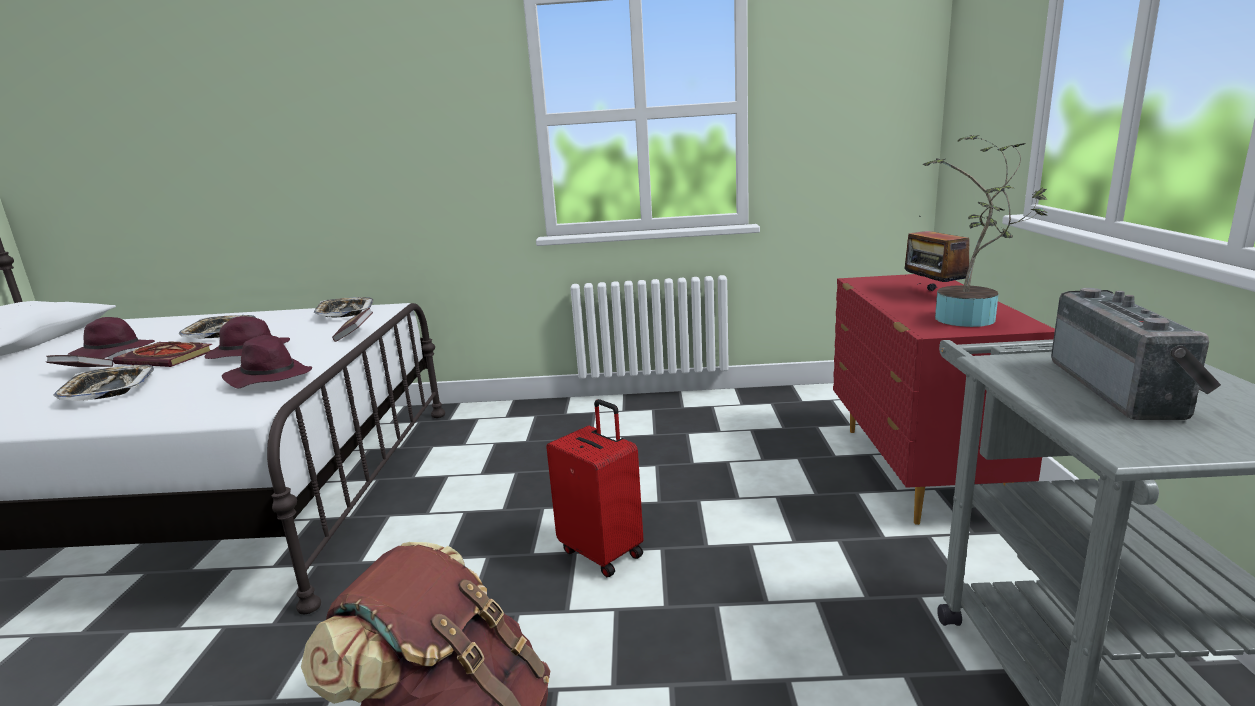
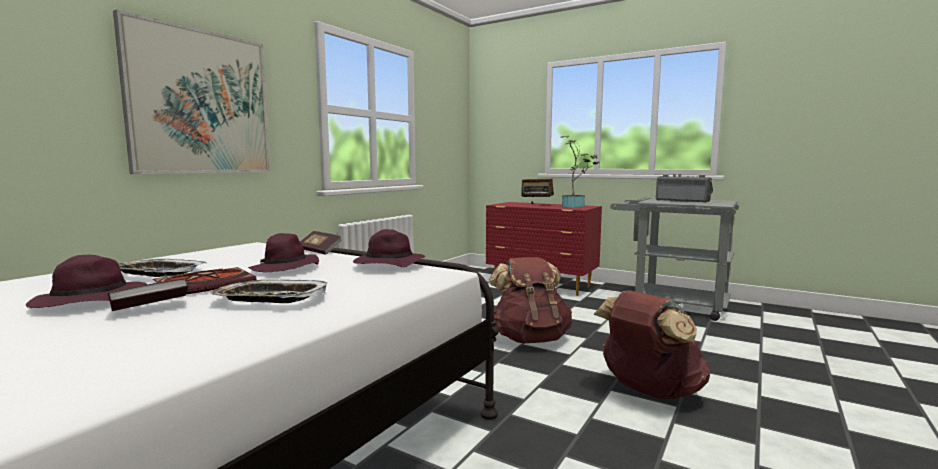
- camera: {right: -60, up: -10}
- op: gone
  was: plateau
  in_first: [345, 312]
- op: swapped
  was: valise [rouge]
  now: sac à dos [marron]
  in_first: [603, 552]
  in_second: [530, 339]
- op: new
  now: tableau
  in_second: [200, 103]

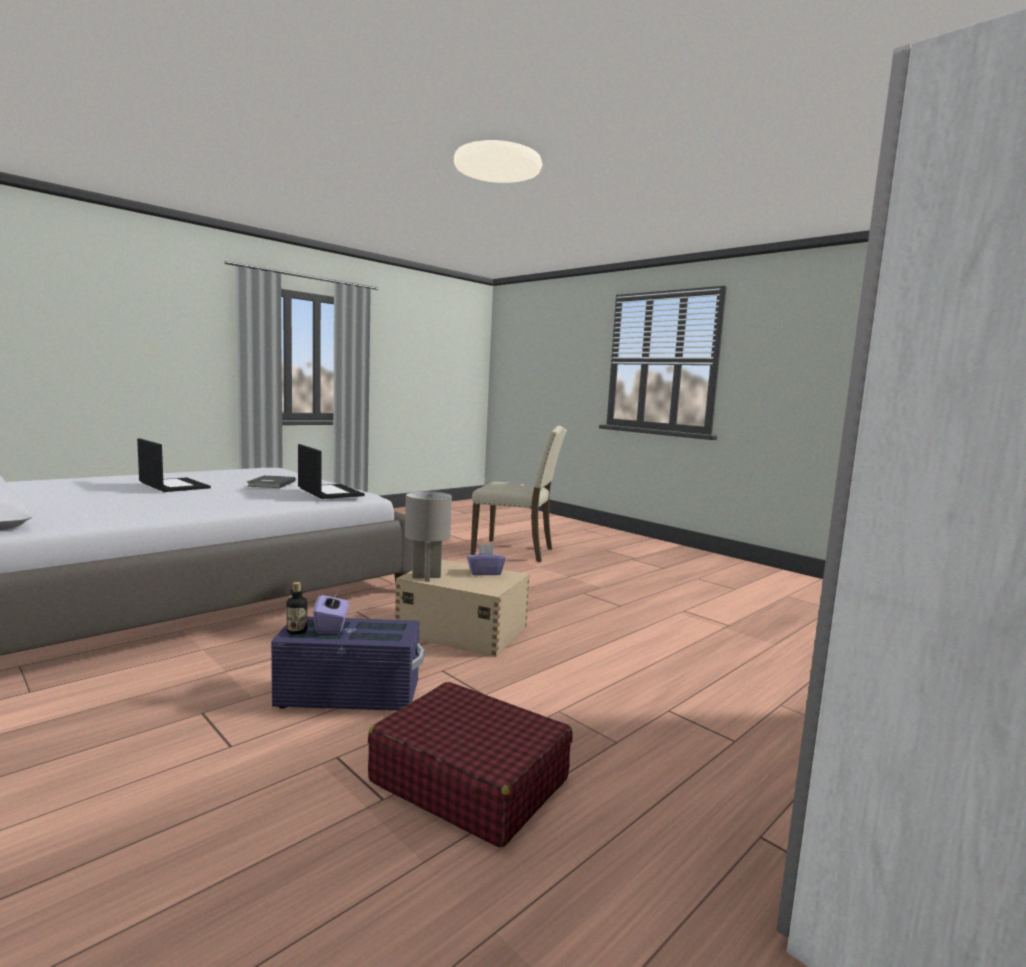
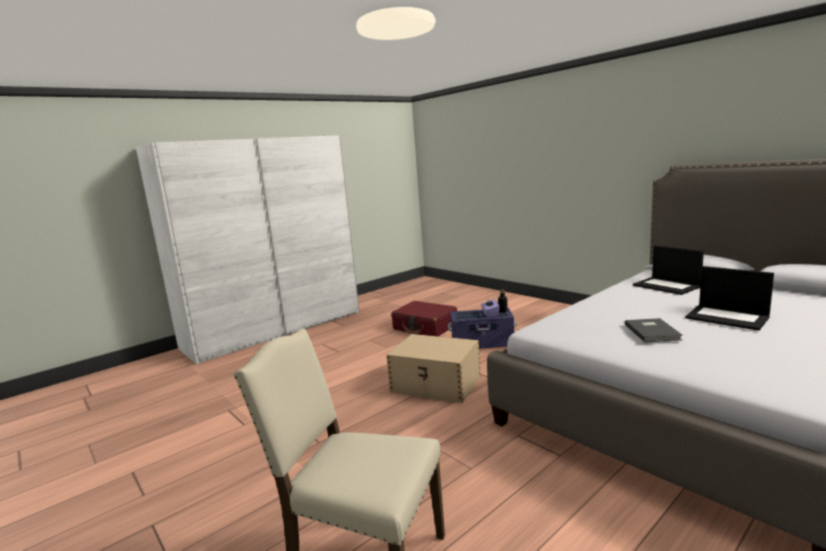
- camera: {right: -175, up: 5}
- op: shifted
  was: ordinateur portable
  in_first: [329, 492]
  in_second: [667, 286]
- op: gone
  was: lampe de table [gris]
  in_first: [426, 577]
- op: gone
  was: boîte à mouchoirs [violet]
  in_first: [485, 572]

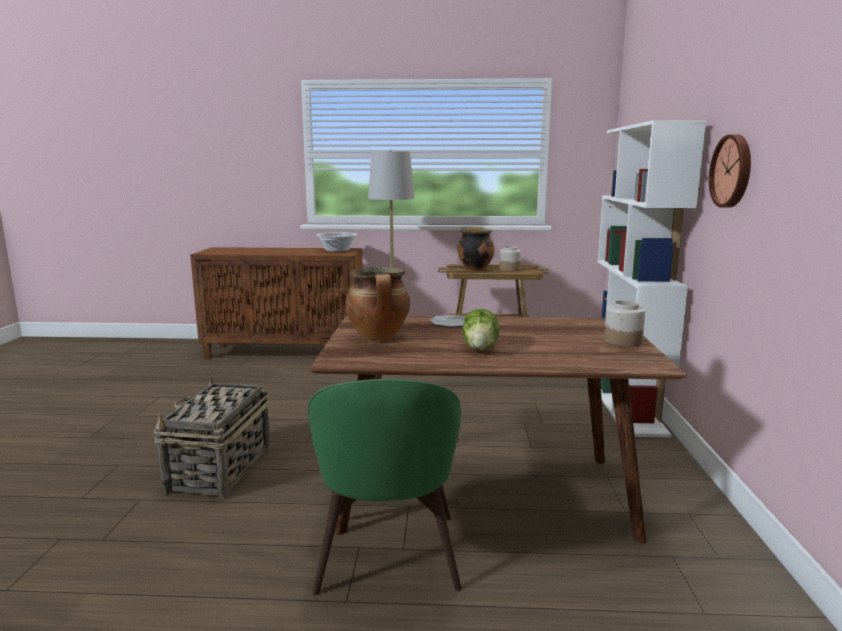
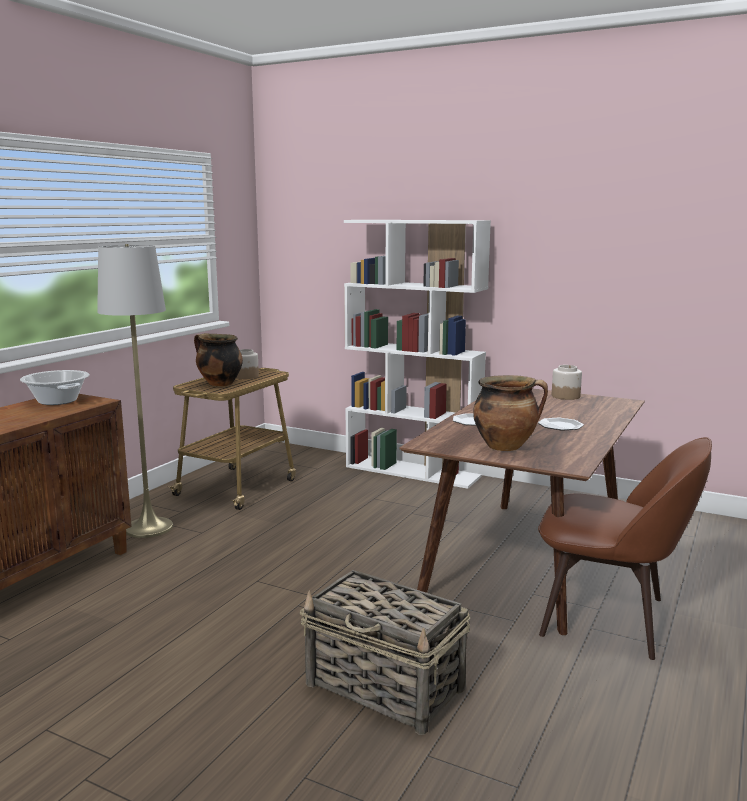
- camera: {right: -65, up: 0}
- op: gone
  was: horloge murale
  in_first: [733, 171]
- op: swapped
  was: laitue
  now: assiette
  in_first: [481, 348]
  in_second: [560, 426]
- op: repainted
  was: chaise [vert]
  now: chaise [marron]
  in_first: [387, 557]
  in_second: [610, 618]

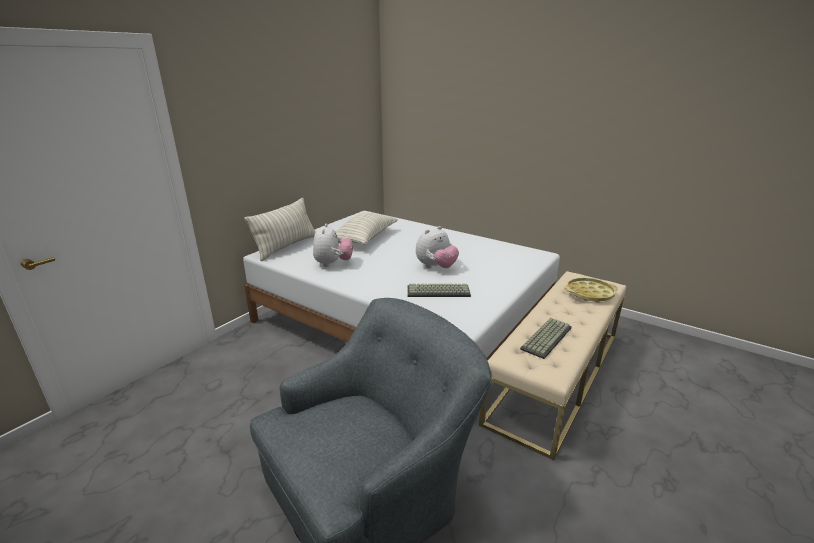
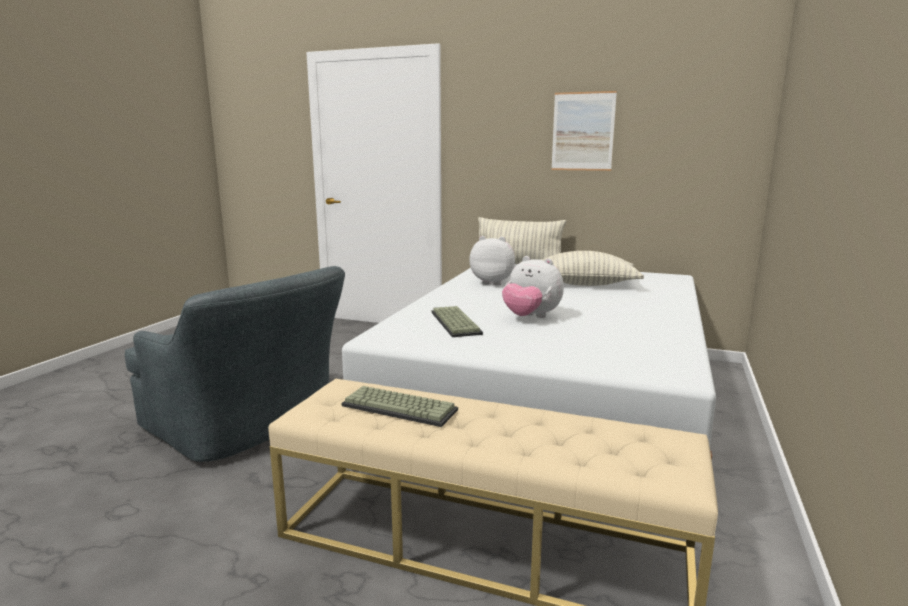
- camera: {right: 75, up: -10}
- op: rotated
  was: peluche
  in_first: [333, 264]
  in_second: [493, 282]
  clockwise: -150
- op: gone
  was: plateau [jaune]
  in_first: [590, 293]
- op: new
  now: tableau
  in_second: [583, 131]

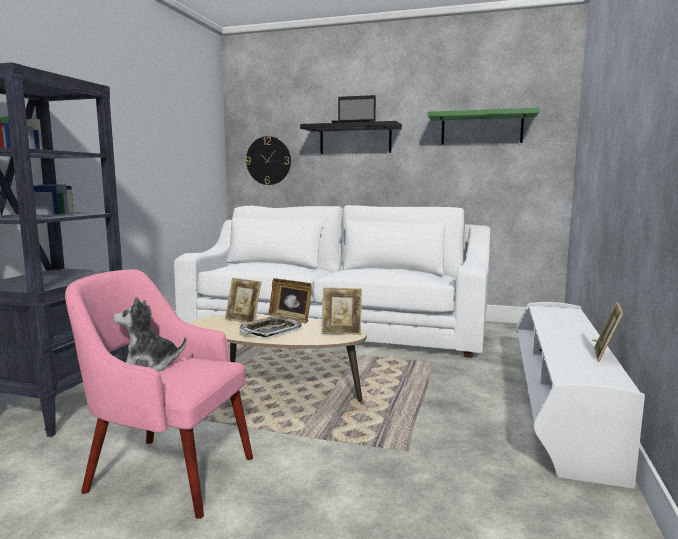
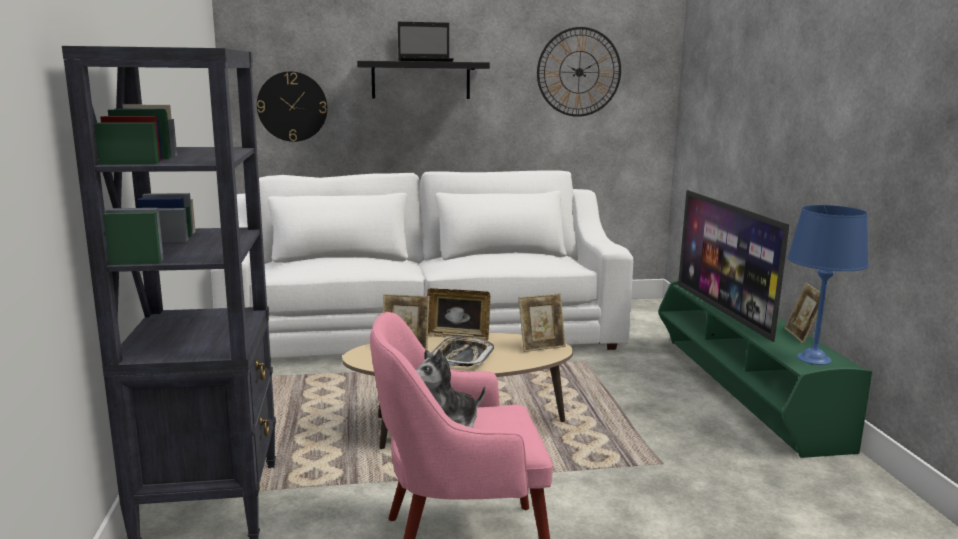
- camera: {right: -25, up: 5}
- op: swapped
  was: étagère [vert]
  now: horloge murale
  in_first: [481, 128]
  in_second: [579, 72]
- op: repainted
  was: meuble télé [blanc]
  now: meuble télé [vert]
  in_first: [558, 406]
  in_second: [741, 390]
- op: new
  now: téléviseur
  in_second: [724, 311]
- op: new
  now: lampe de table [bleu]
  in_second: [813, 359]

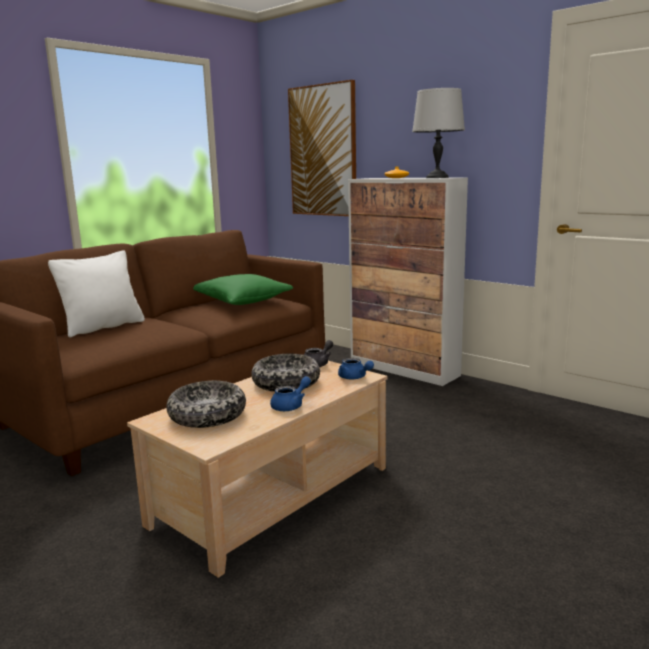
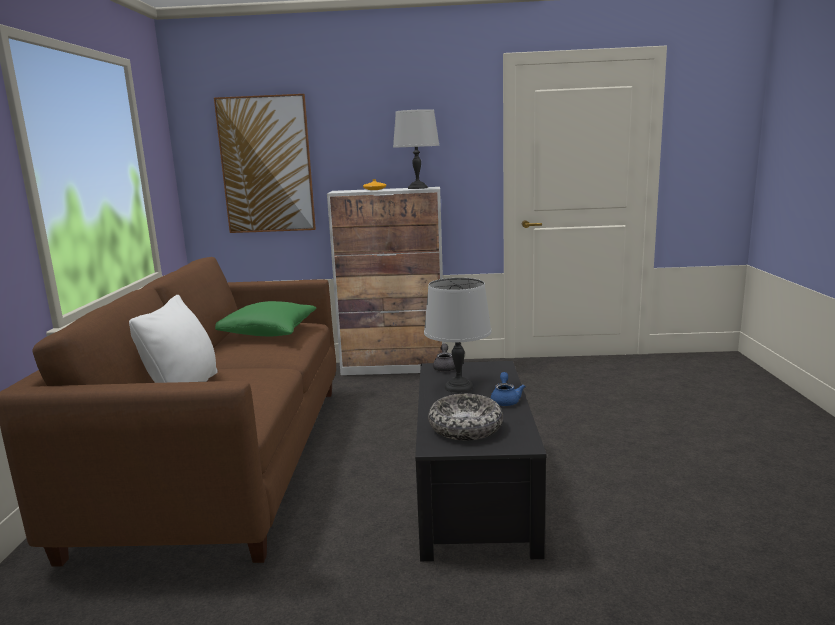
- camera: {right: -40, up: 0}
- op: swapped
  was: bol
  now: lampe de table [gris]
  in_first: [286, 383]
  in_second: [459, 387]
- op: gone
  was: théière [bleu]
  in_first: [354, 378]
- op: repainted
  was: table basse [beige]
  now: table basse [noir]
  in_first: [272, 494]
  in_second: [472, 491]

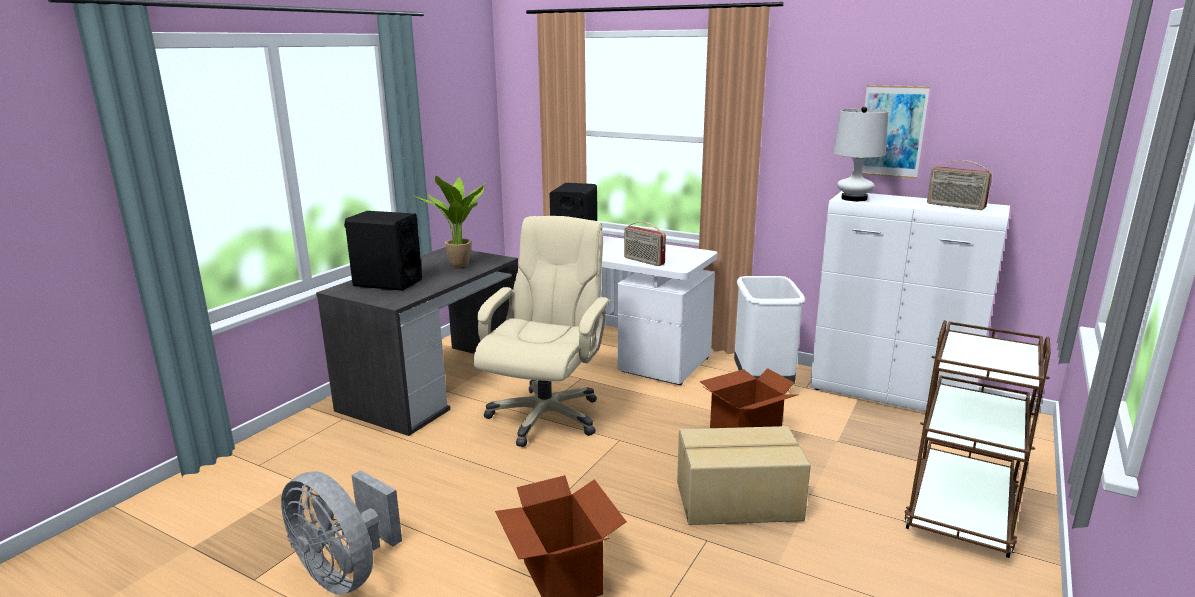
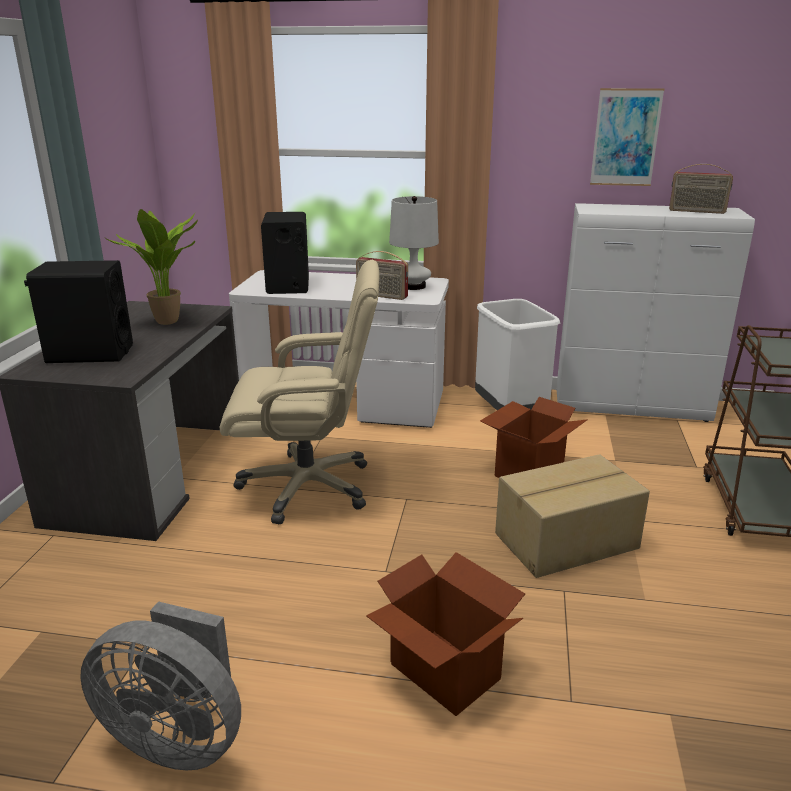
- camera: {right: -20, up: 5}
- op: shifted
  was: lampe de table [blanc]
  in_first: [854, 198]
  in_second: [413, 286]
- op: rotated
  was: chaise de bureau [beige]
  in_first: [545, 416]
  in_second: [308, 486]
  clockwise: 90

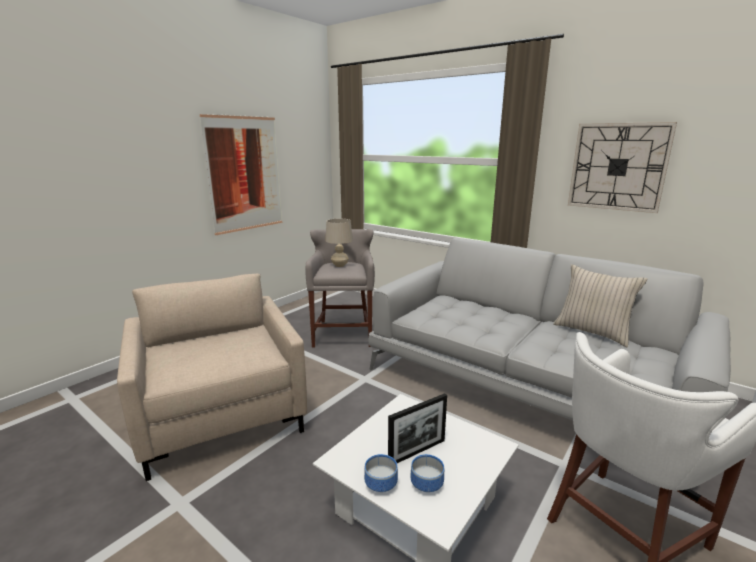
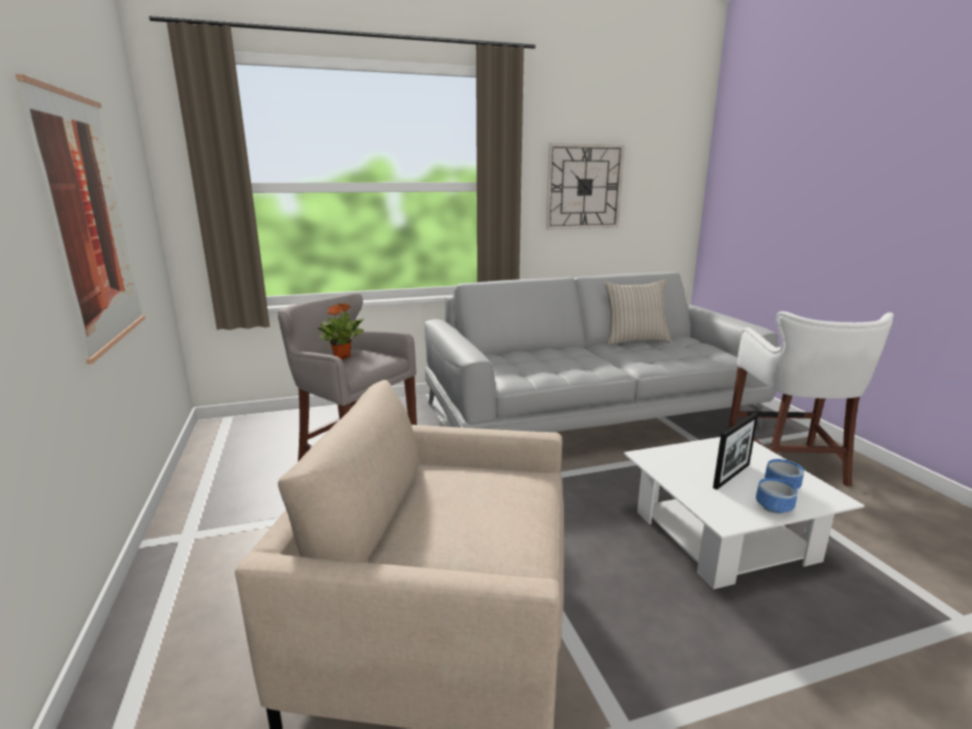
- camera: {right: -55, up: 0}
- op: swapped
  was: lampe de table [beige]
  now: plante en pot
  in_first: [339, 265]
  in_second: [342, 357]
- op: rotated
  was: cadre photo
  in_first: [417, 452]
  in_second: [731, 476]
  clockwise: 45

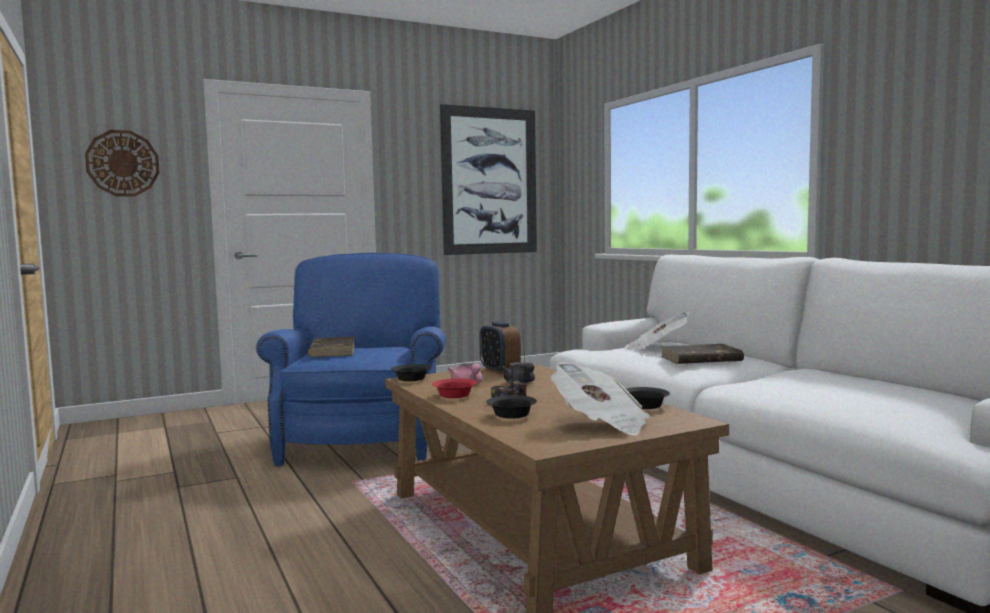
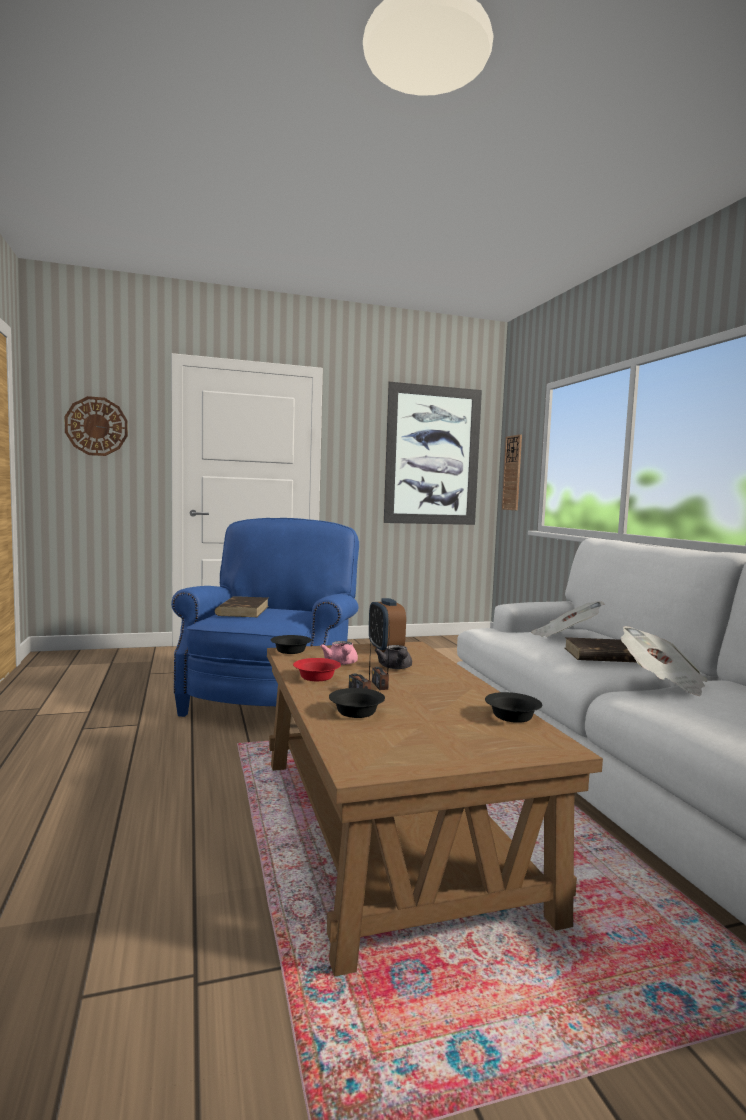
- camera: {right: 10, up: 0}
- op: shifted
  was: journal
  in_first: [601, 424]
  in_second: [662, 682]
- op: new
  now: horloge murale
  in_second: [512, 473]

